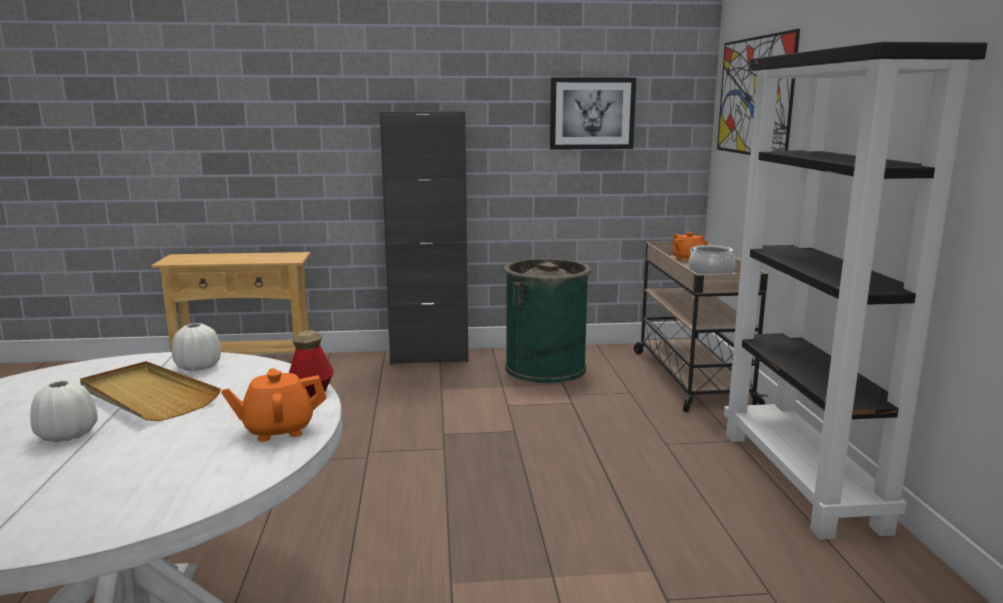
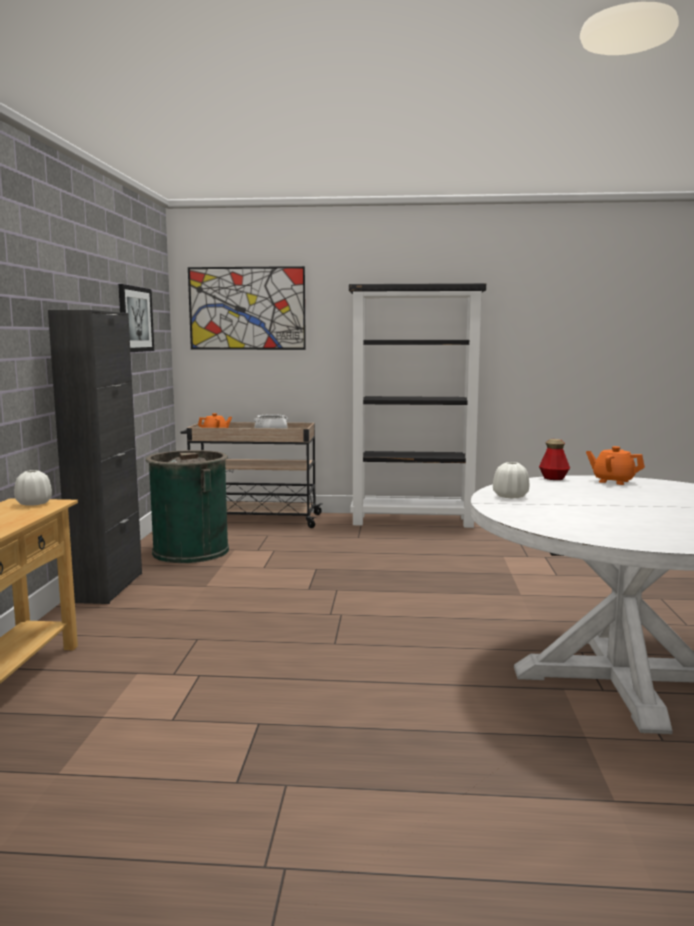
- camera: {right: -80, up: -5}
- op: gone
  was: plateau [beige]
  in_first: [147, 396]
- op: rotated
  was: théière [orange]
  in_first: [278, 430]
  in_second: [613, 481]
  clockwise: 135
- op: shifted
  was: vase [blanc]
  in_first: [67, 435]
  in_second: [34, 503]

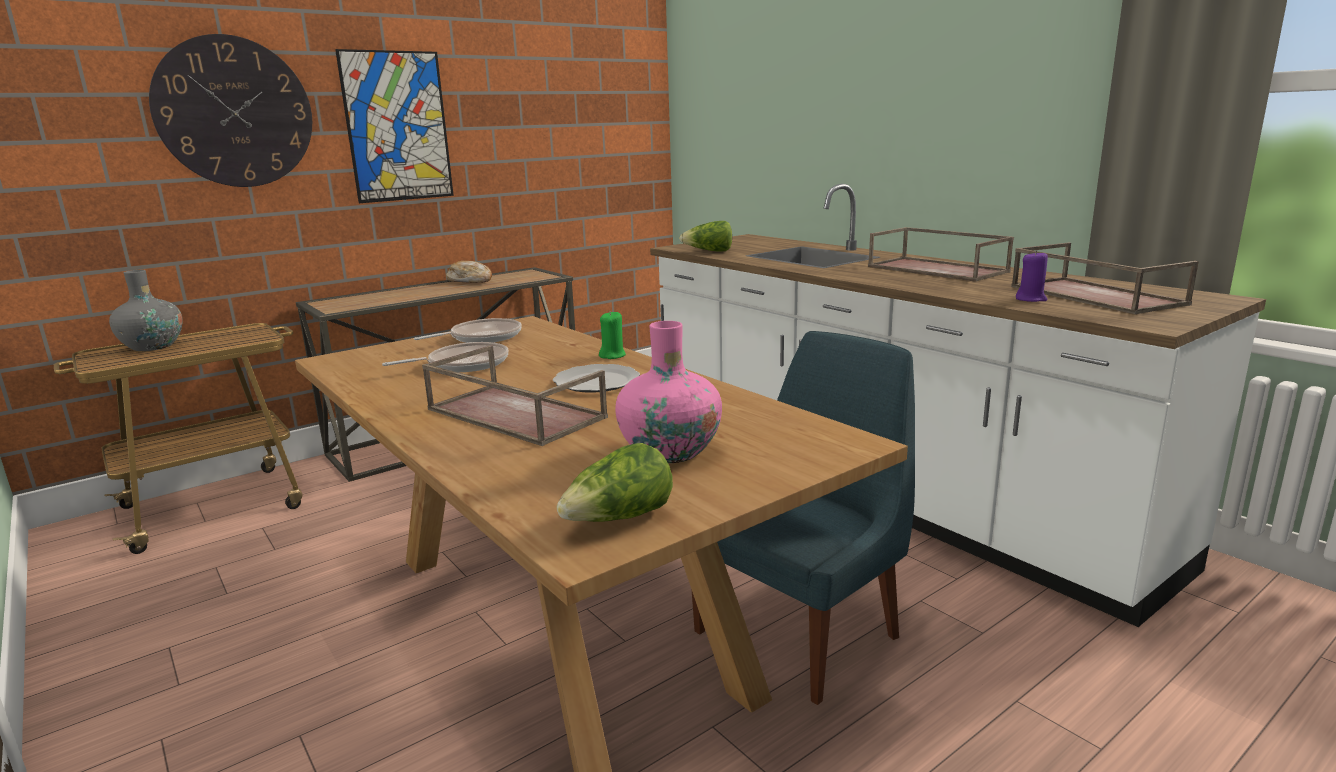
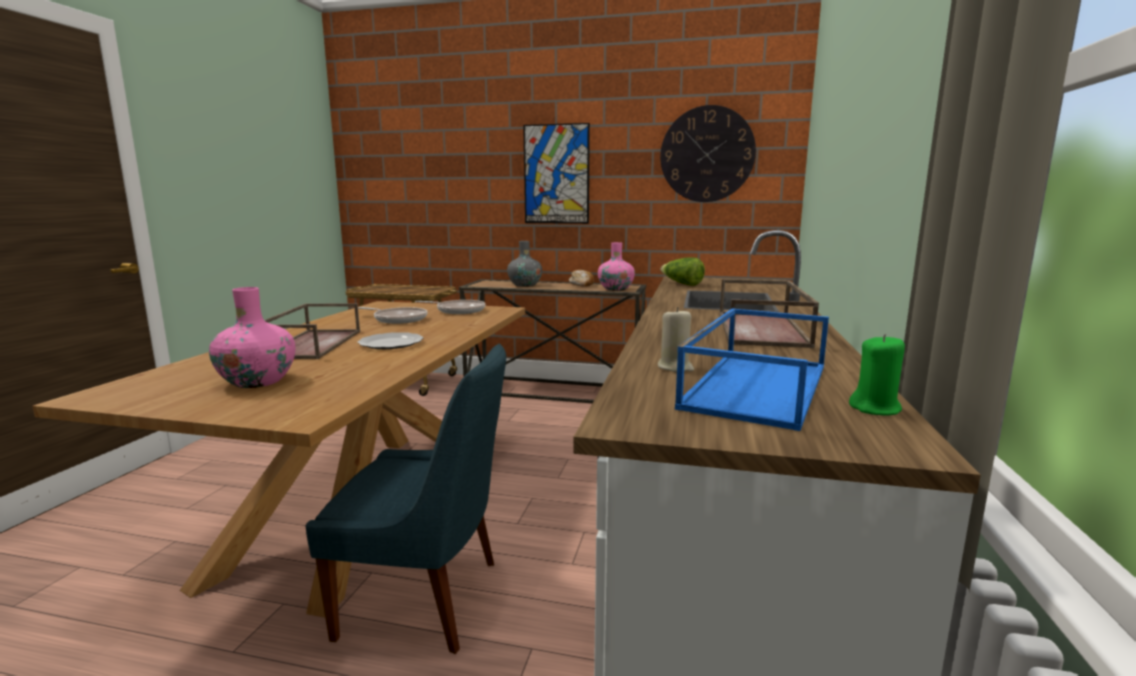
- camera: {right: 50, up: -5}
- op: shifted
  was: horloge murale
  in_first: [234, 112]
  in_second: [707, 154]
- op: repainted
  was: plateau [marron]
  now: plateau [bleu]
  in_first: [1092, 295]
  in_second: [755, 385]
- op: repainted
  was: bougie [violet]
  now: bougie [beige]
  in_first: [1031, 299]
  in_second: [675, 367]
- op: shifted
  was: vase [gris]
  in_first: [153, 346]
  in_second: [525, 285]
- op: shifted
  was: bougie [vert]
  in_first: [612, 355]
  in_second: [875, 409]
- op: gone
  was: laitue
  in_first: [619, 519]
- op: new
  now: vase [rose]
  in_second: [615, 289]

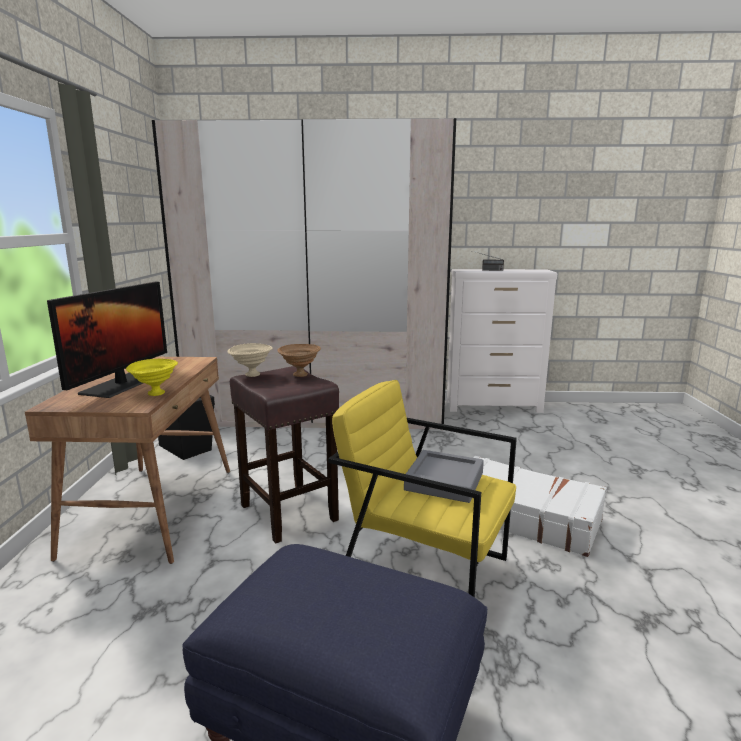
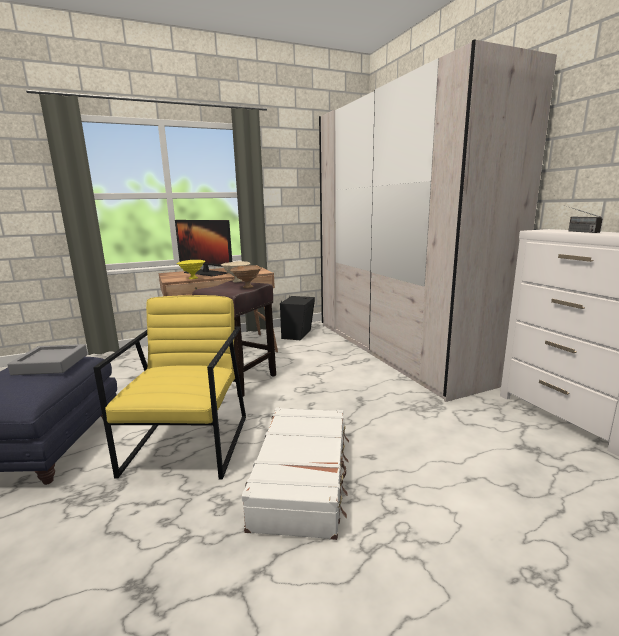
- camera: {right: 65, up: 0}
- op: rotated
  was: écran d'ordinateur
  in_first: [122, 384]
  in_second: [205, 273]
  clockwise: 45
- op: shifted
  was: plateau [gris]
  in_first: [444, 481]
  in_second: [51, 364]

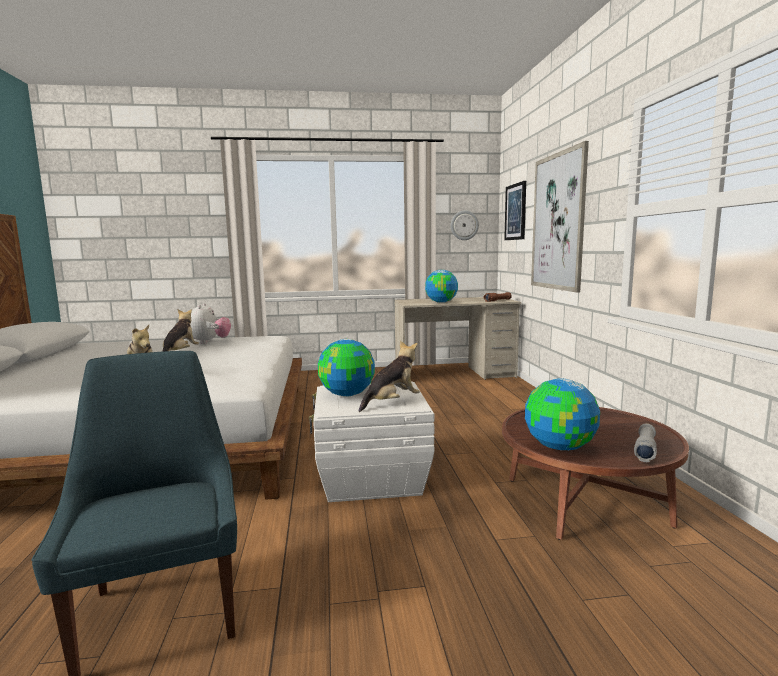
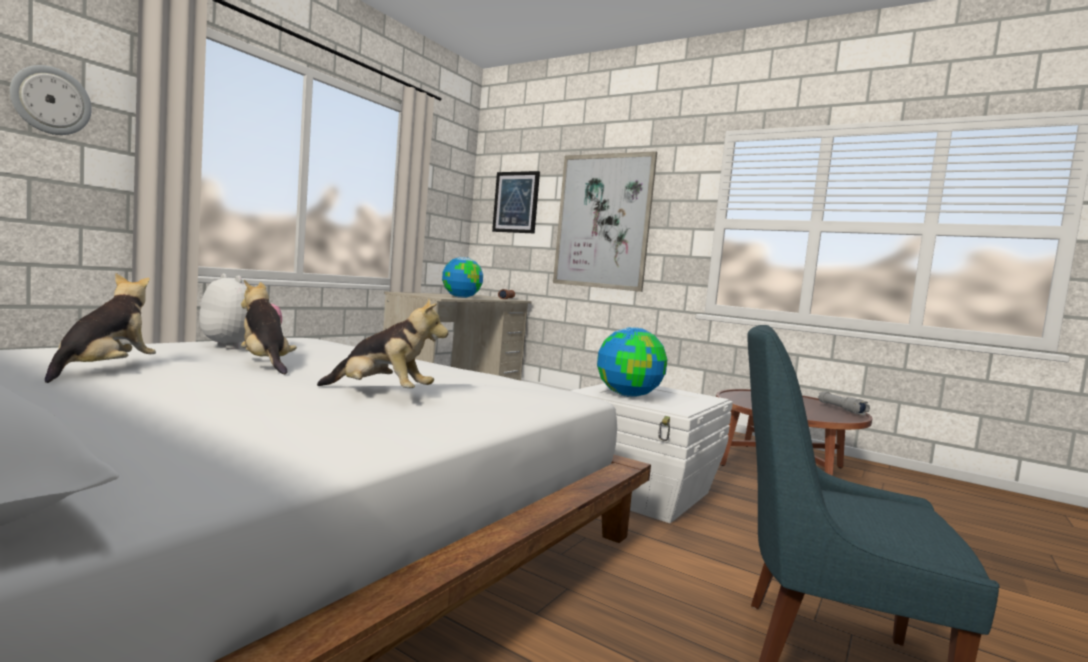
- camera: {right: -50, up: -5}
- op: shifted
  was: horloge murale
  in_first: [464, 225]
  in_second: [51, 100]
- op: shifted
  was: peluche
  in_first: [392, 402]
  in_second: [104, 370]
- op: gone
  was: globe
  in_first: [559, 447]

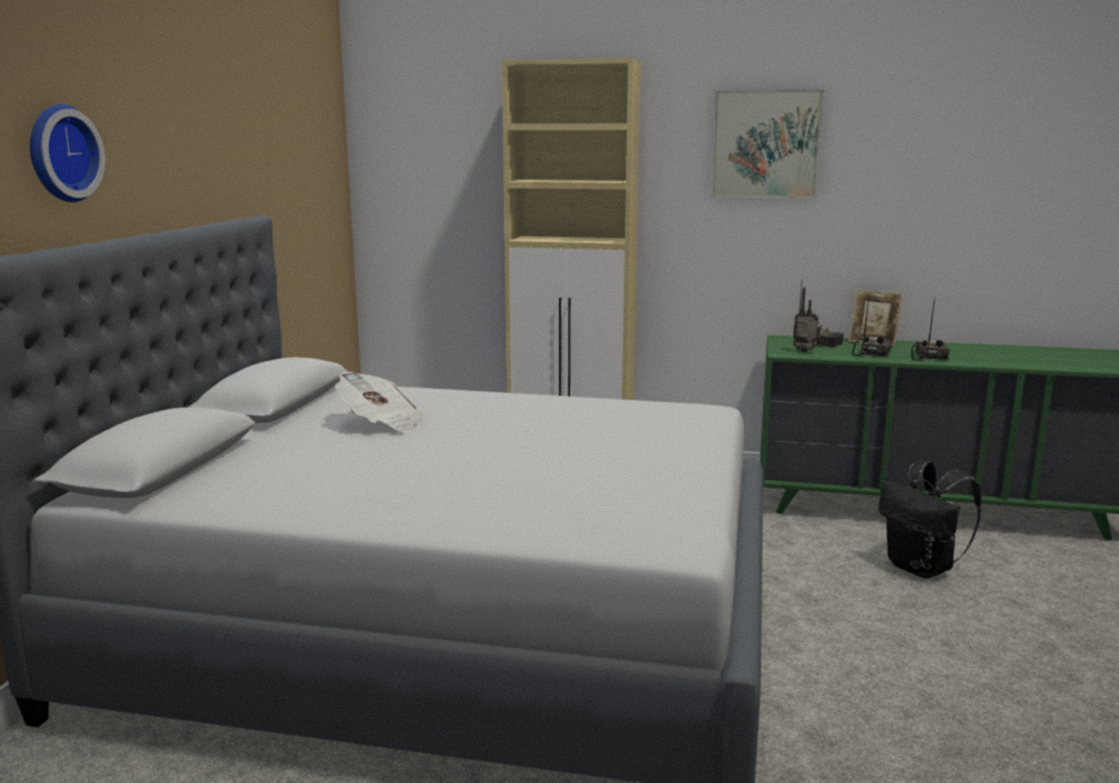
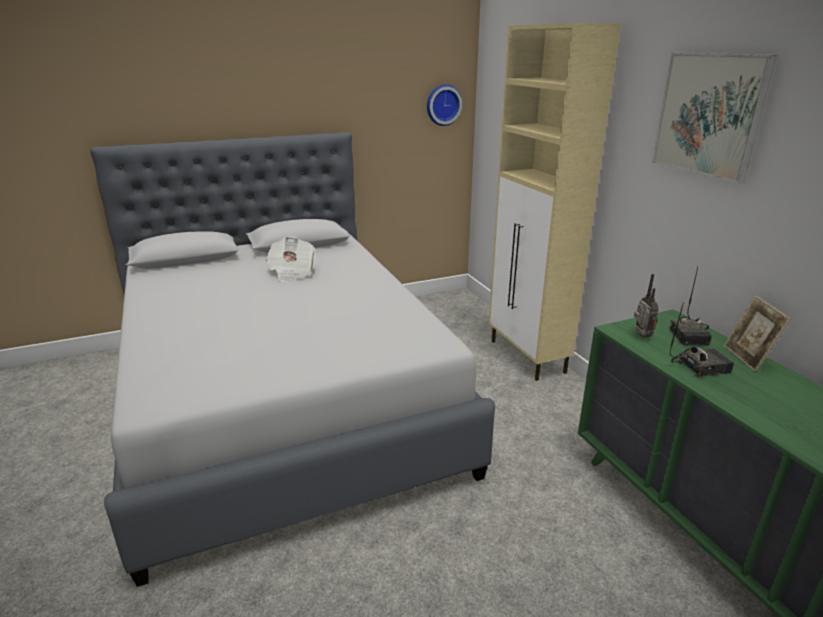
- camera: {right: 55, up: 10}
- op: shifted
  was: horloge murale
  in_first: [59, 153]
  in_second: [443, 105]
- op: gone
  was: radio
  in_first: [928, 357]
- op: gone
  was: sac à dos [noir]
  in_first: [922, 568]

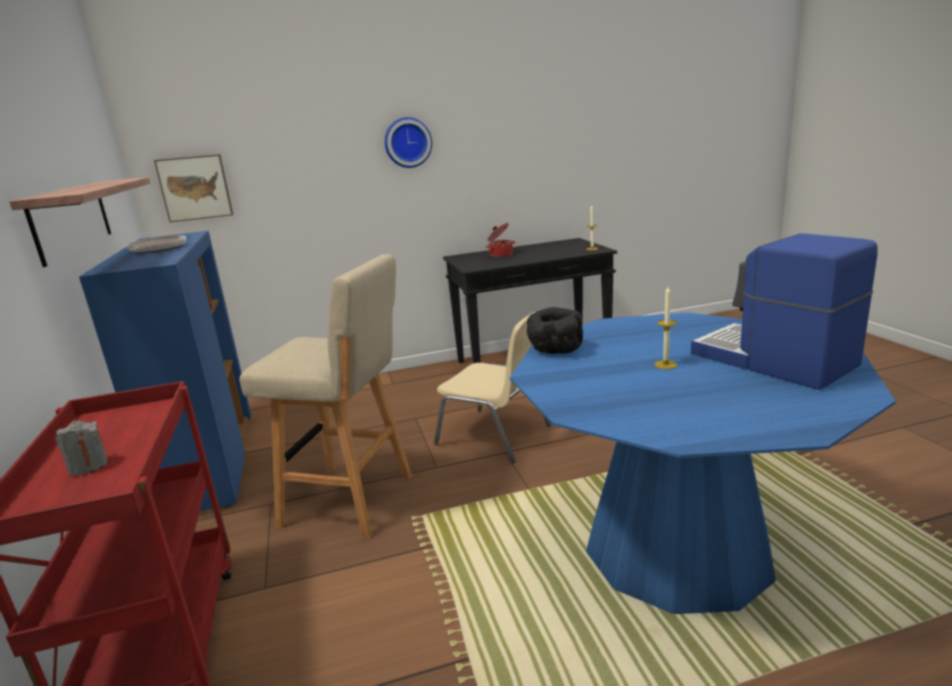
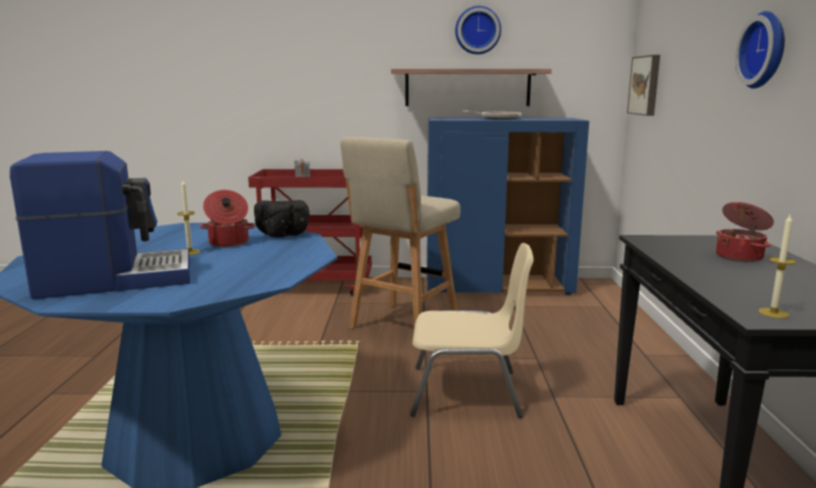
- camera: {right: 105, up: -5}
- op: rotated
  was: chaise [beige]
  in_first: [495, 435]
  in_second: [467, 392]
  clockwise: -135
- op: new
  now: horloge murale
  in_second: [477, 30]
- op: new
  now: marmite
  in_second: [228, 243]

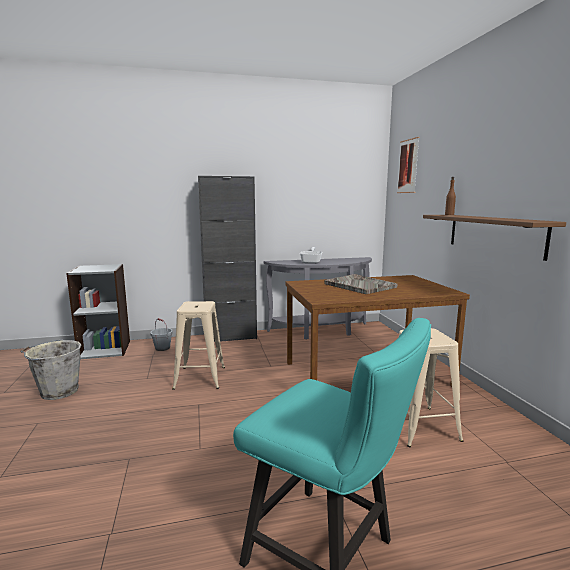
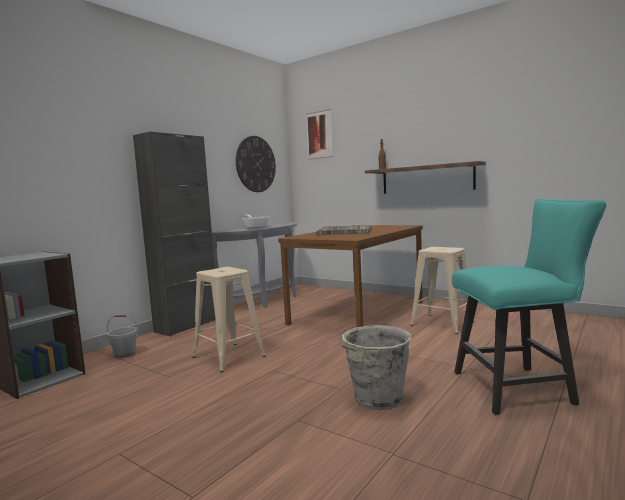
- camera: {right: -40, up: -5}
- op: shifted
  was: seau [gris]
  in_first: [58, 391]
  in_second: [376, 399]
- op: new
  now: horloge murale
  in_second: [255, 164]

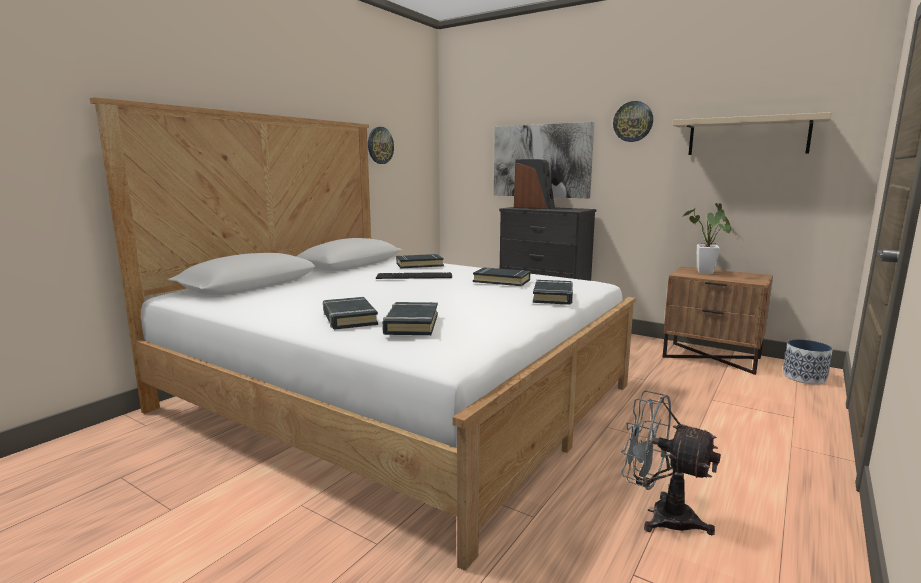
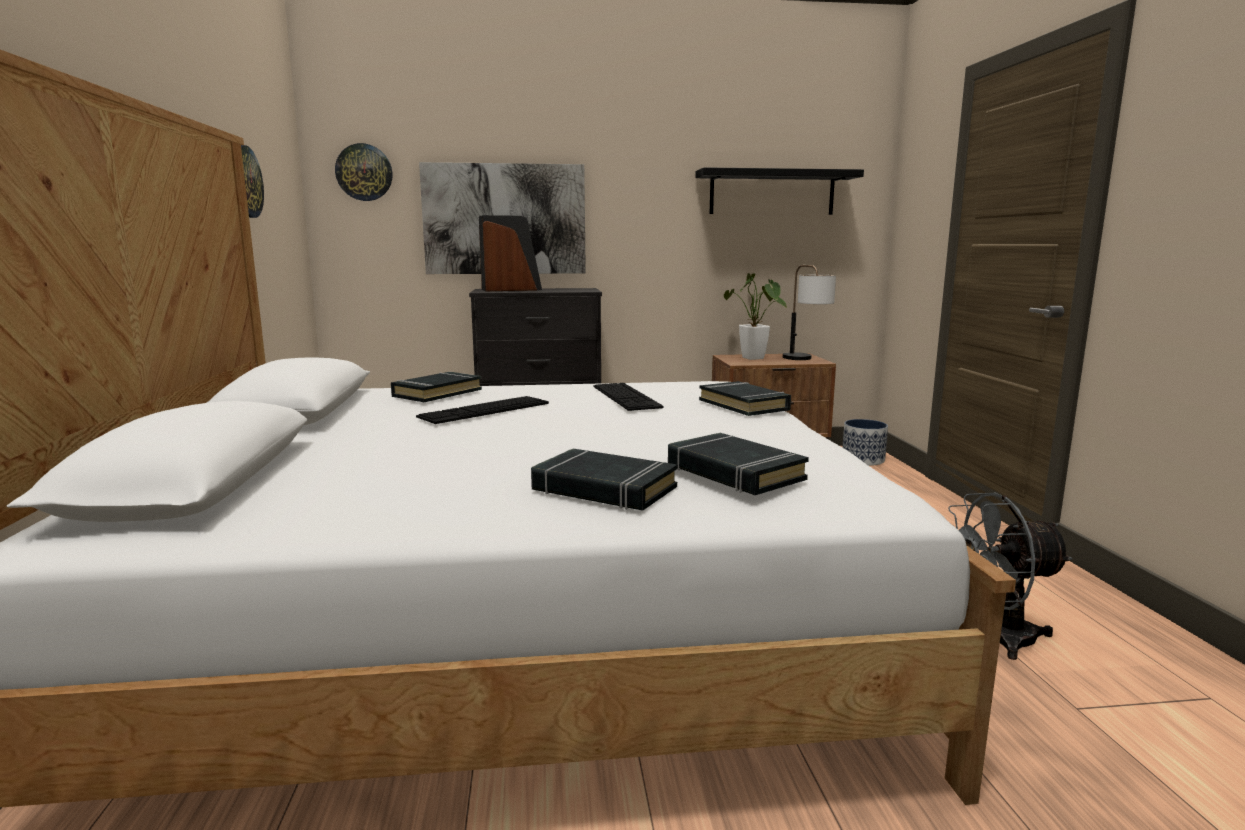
- camera: {right: -40, up: 0}
- op: shifted
  was: horloge murale
  in_first: [633, 121]
  in_second: [364, 172]
- op: repainted
  was: étagère [beige]
  now: étagère [noir]
  in_first: [747, 136]
  in_second: [772, 193]
- op: swapped
  was: livre [noir]
  now: clavier
  in_first: [502, 281]
  in_second: [626, 396]
- op: new
  now: lampe de table
  in_second: [805, 360]

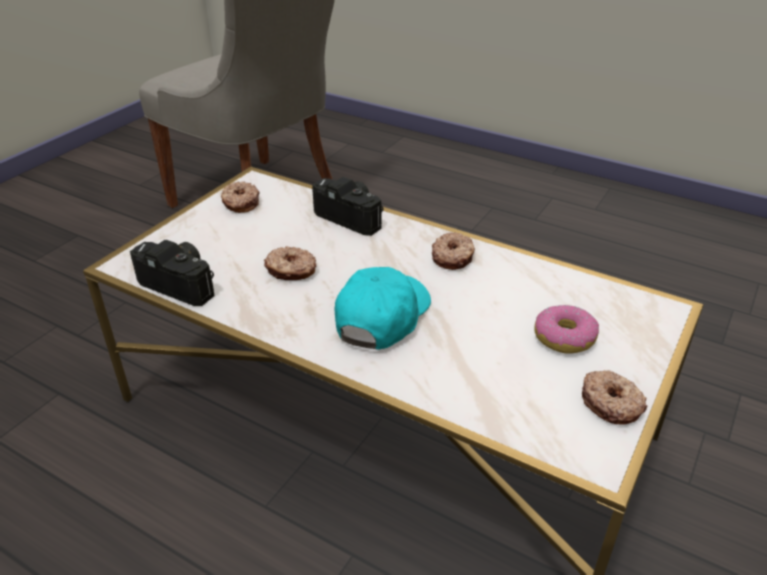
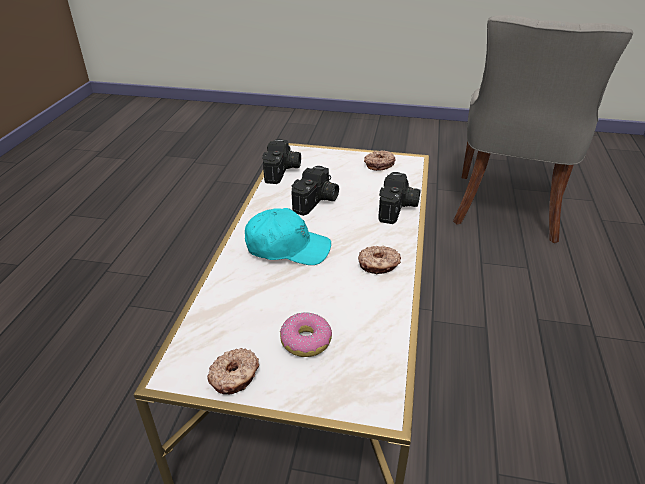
- camera: {right: 70, up: 0}
- op: swapped
  was: beignet
  now: appareil photo
  in_first: [291, 271]
  in_second: [316, 202]

